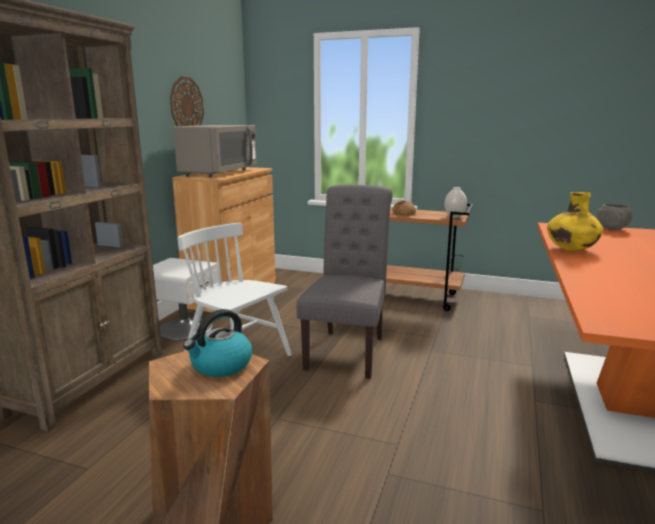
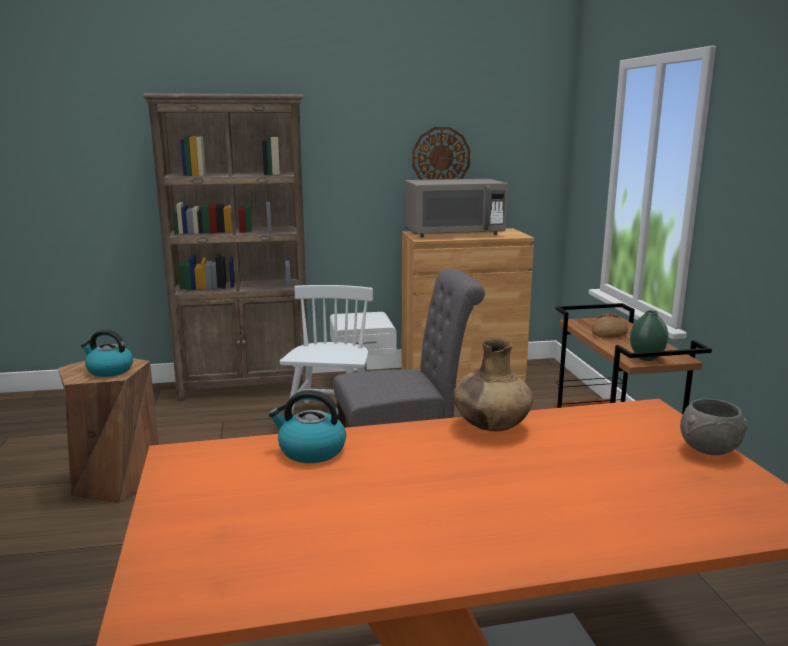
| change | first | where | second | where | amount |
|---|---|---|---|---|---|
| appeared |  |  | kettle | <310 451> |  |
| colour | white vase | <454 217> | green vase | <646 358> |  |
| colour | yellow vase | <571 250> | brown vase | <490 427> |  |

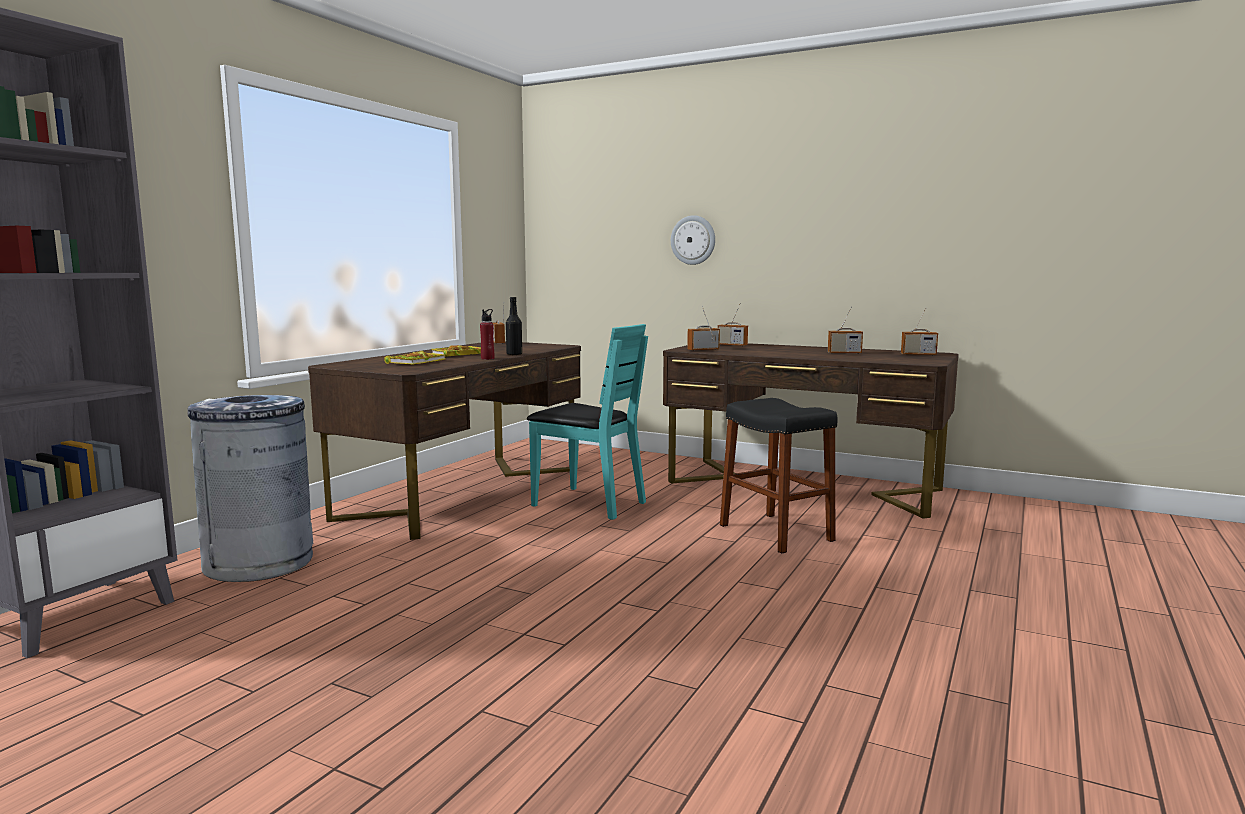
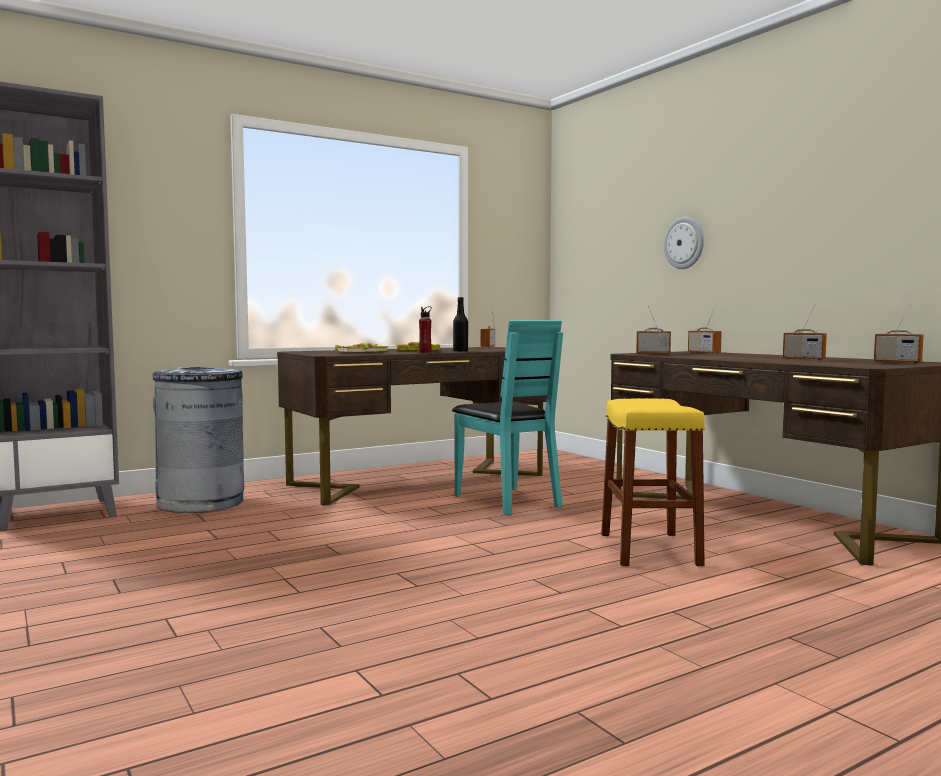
| change | first | where | second | where | amount |
|---|---|---|---|---|---|
| colour | black stool | <775 533> | yellow stool | <649 549> |  |

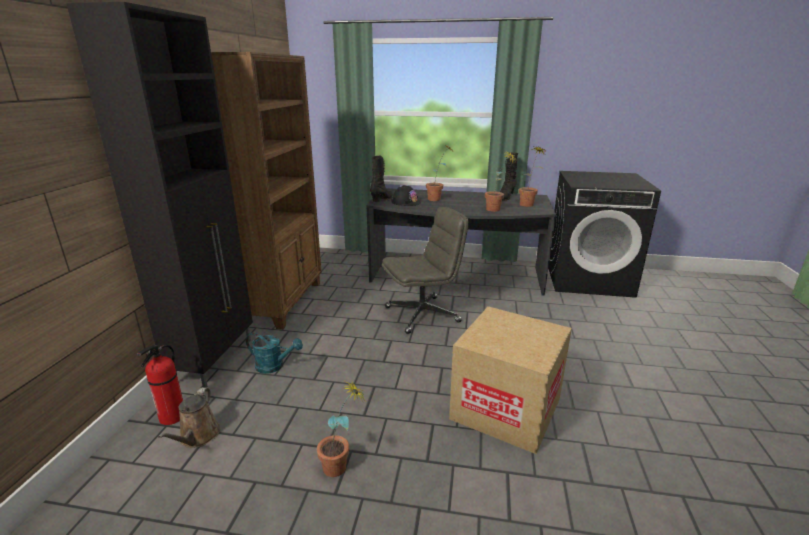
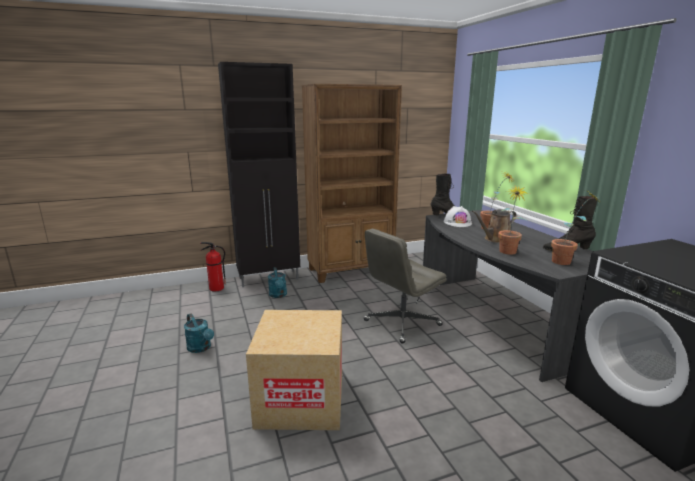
| change | first | where | second | where | amount |
|---|---|---|---|---|---|
| relocated | brown watering can | <198 437> |  | <495 239> |  |
| exchanged | potted plant | <342 466> | turquoise watering can | <201 348> |  |
| colour | black hard hat | <406 202> | white hard hat | <457 222> |  |
| spun | grey office chair | <423 314> |  | <401 323> | 105 degrees clockwise |

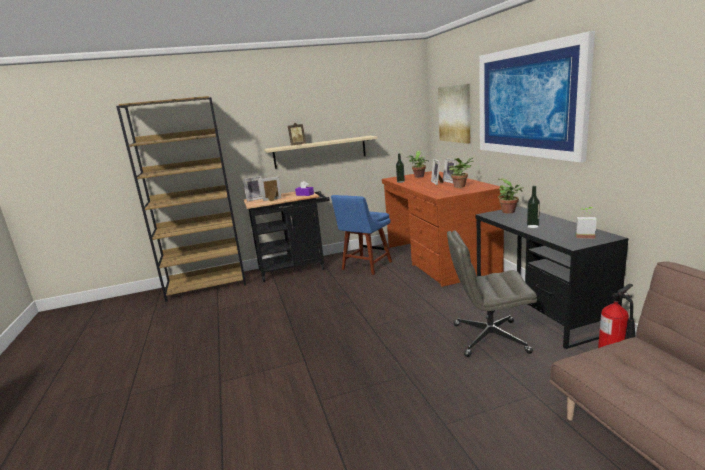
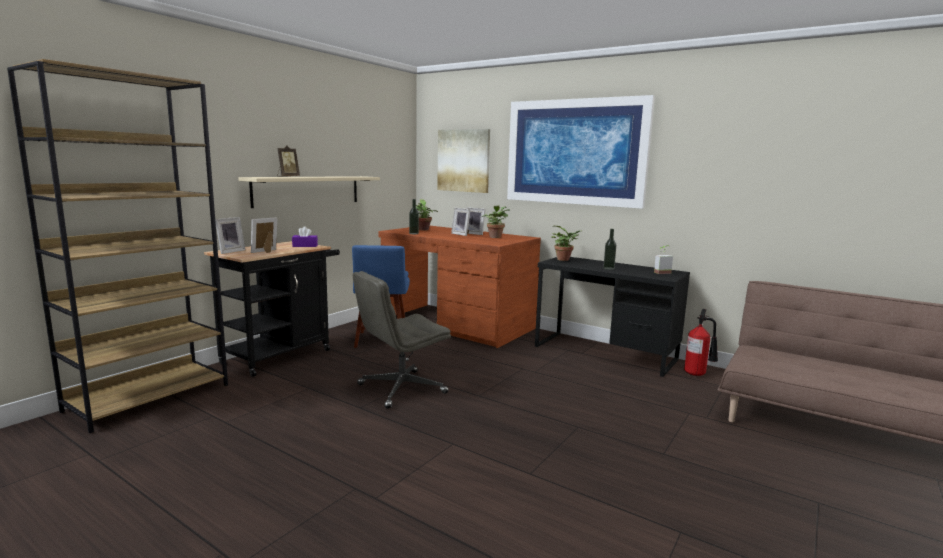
| change | first | where | second | where | amount |
|---|---|---|---|---|---|
| relocated | grey office chair | <489 338> |  | <401 389> |  |

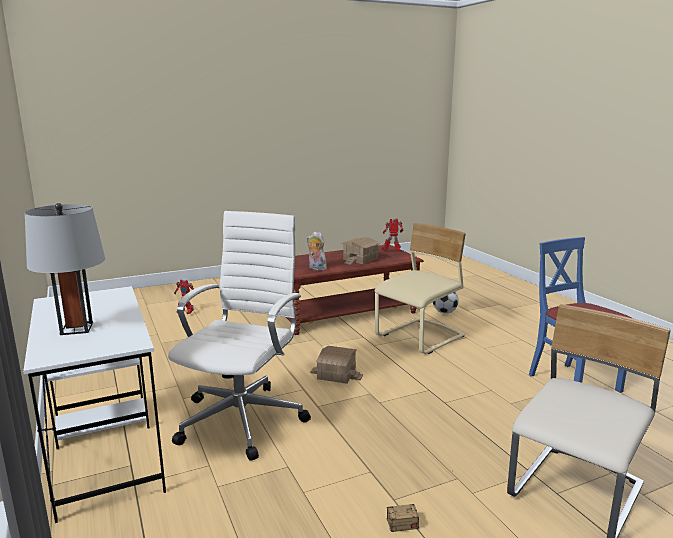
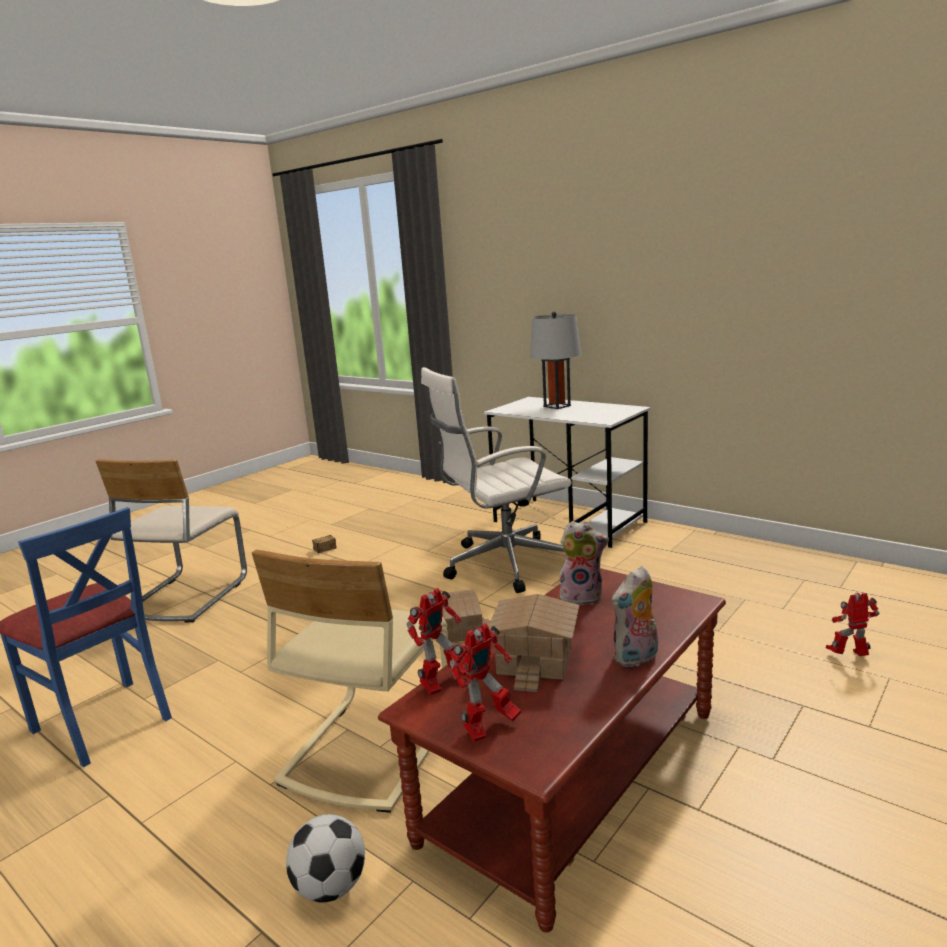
| change | first | where | second | where | amount |
|---|---|---|---|---|---|
| appeared |  |  | toy robot | <442 683> |  |
| appeared |  |  | plush toy | <636 658> |  |
| spun | white office chair | <244 418> |  | <503 564> | 75 degrees clockwise |

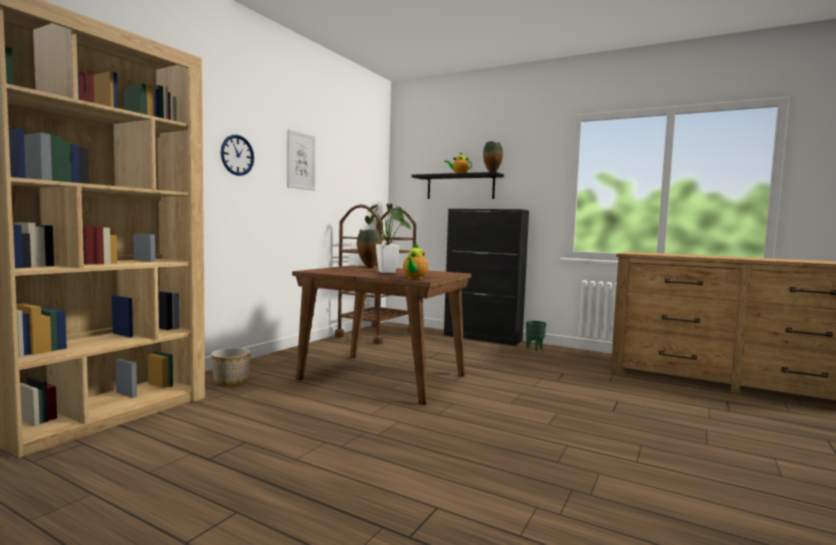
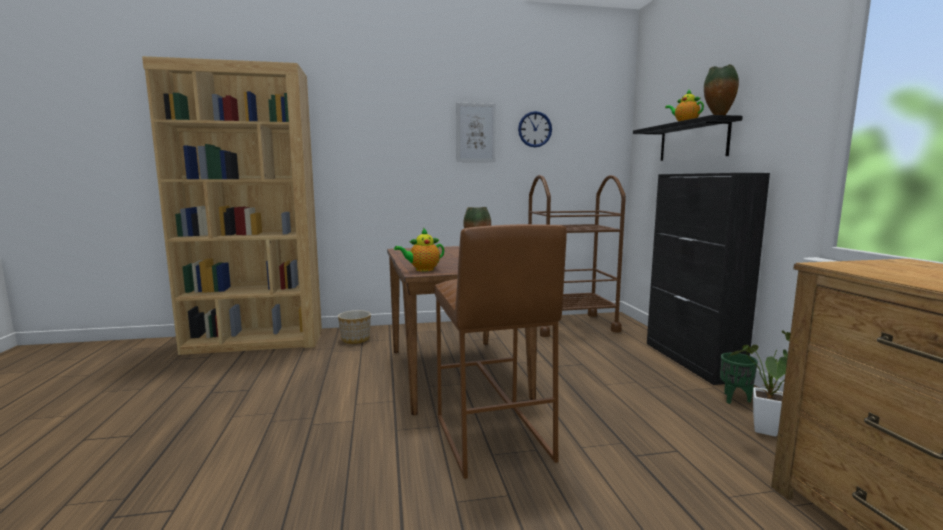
| change | first | where | second | where | amount |
|---|---|---|---|---|---|
| appeared |  |  | brown stool | <491 439> |  |
| relocated | wall clock | <237 155> |  | <535 129> |  |
| relocated | potted plant | <388 273> |  | <765 433> |  |

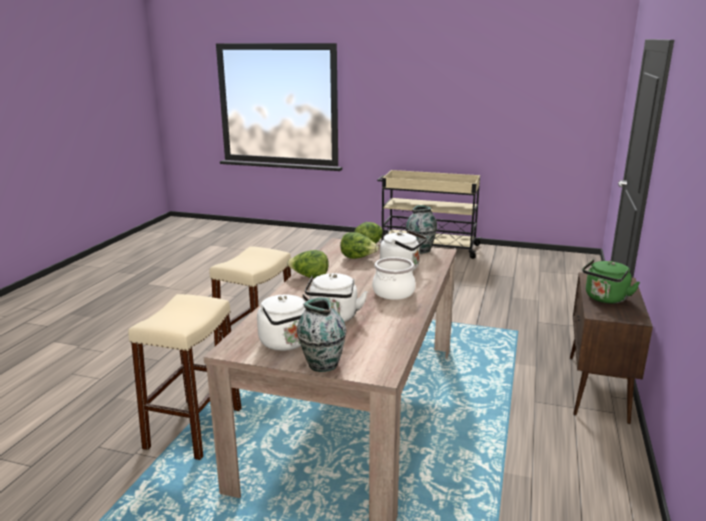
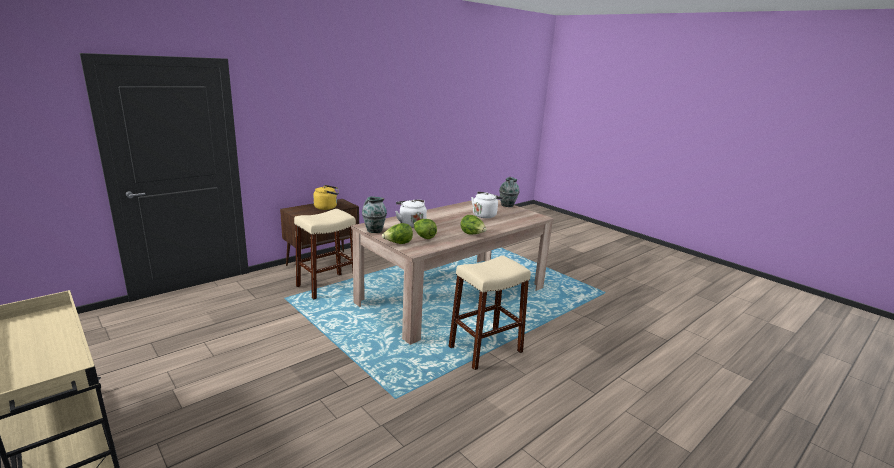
| change | first | where | second | where | amount |
|---|---|---|---|---|---|
| missing | white kettle | <287 343> |  |  |  |
| missing | cooking pot | <394 292> |  |  |  |
| relocated | beige stool | <194 428> |  | <327 286> |  |
| colour | green kettle | <605 299> | yellow kettle | <327 207> |  |

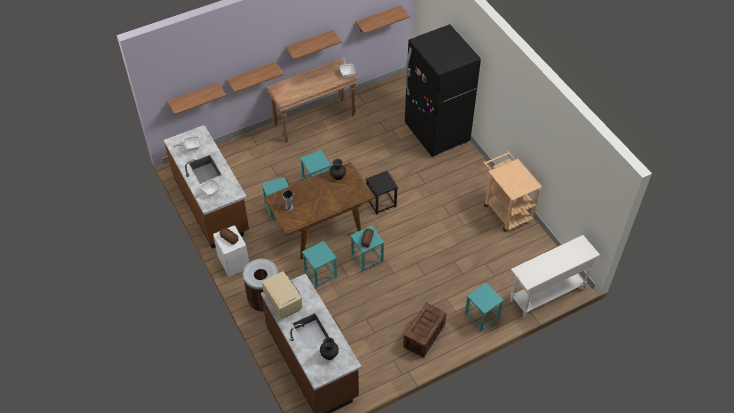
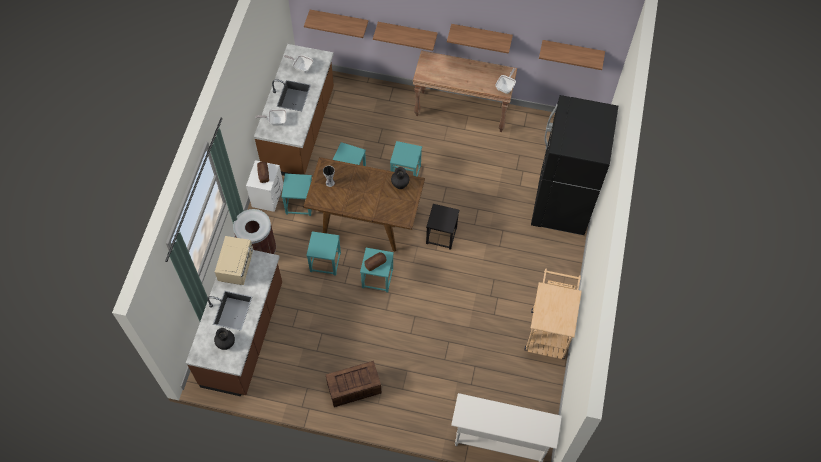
| change | first | where | second | where | amount |
|---|---|---|---|---|---|
| relocated | turquoise stool | <481 316> |  | <299 203> |  |

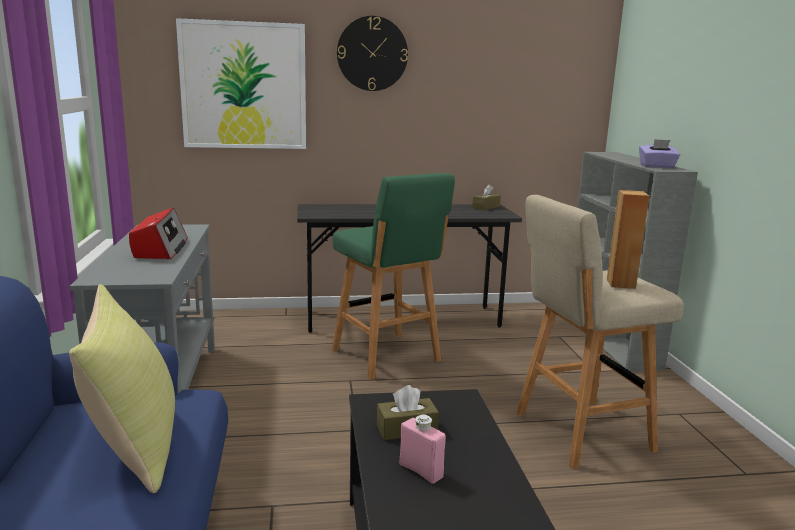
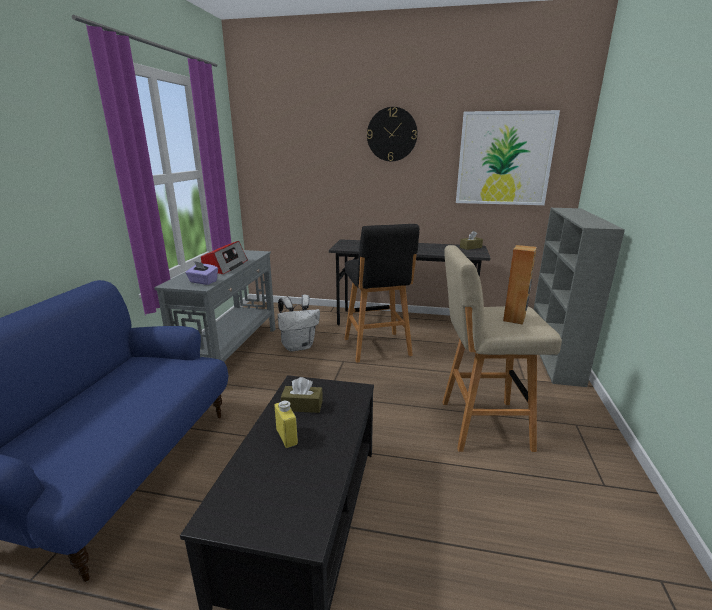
| change | first | where | second | where | amount |
|---|---|---|---|---|---|
| missing | yellow pillow | <134 445> |  |  |  |
| appeared |  |  | white backpack | <298 346> |  |
| relocated | picture | <244 86> |  | <504 159> |  |
| relocated | purple tissue box | <657 166> |  | <203 282> |  |
| colour | green stool | <387 357> | black stool | <377 348> |  |
| colour | pink bottle | <421 471> | yellow bottle | <287 437> |  |

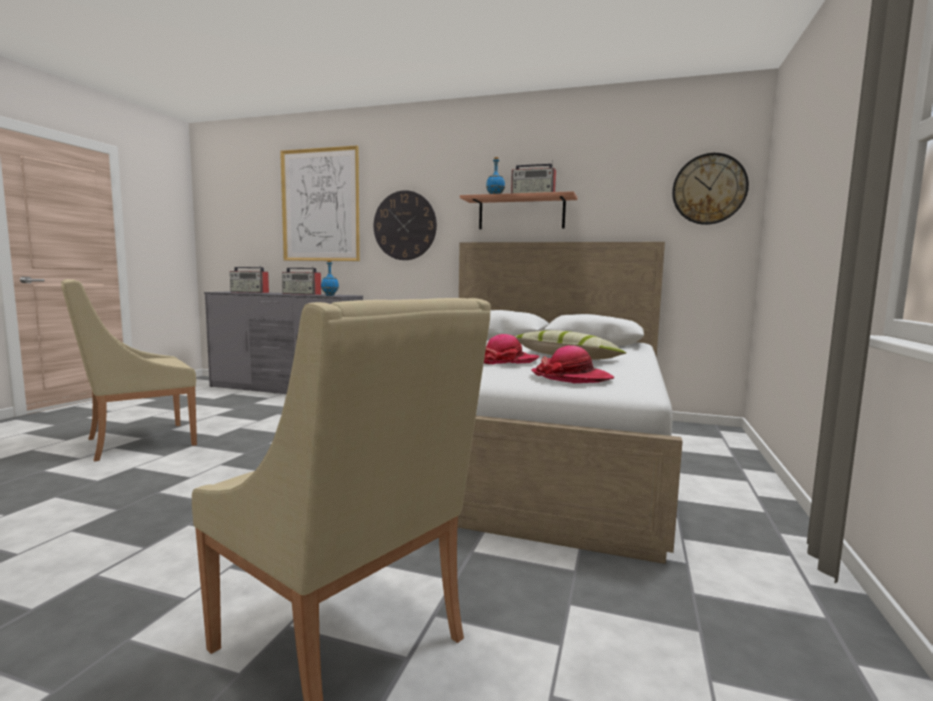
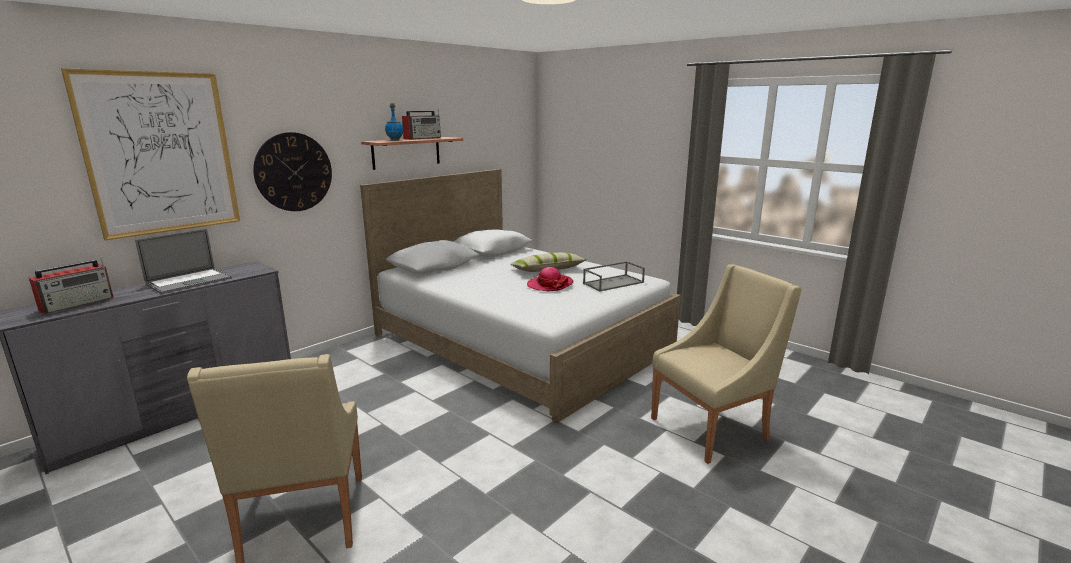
| change | first | where | second | where | amount |
|---|---|---|---|---|---|
| missing | blue bottle | <330 295> |  |  |  |
| missing | wall clock | <709 189> |  |  |  |
| exchanged | radio | <302 294> | laptop | <189 281> |  |
| exchanged | hat | <571 378> | grey tray | <613 282> |  |

